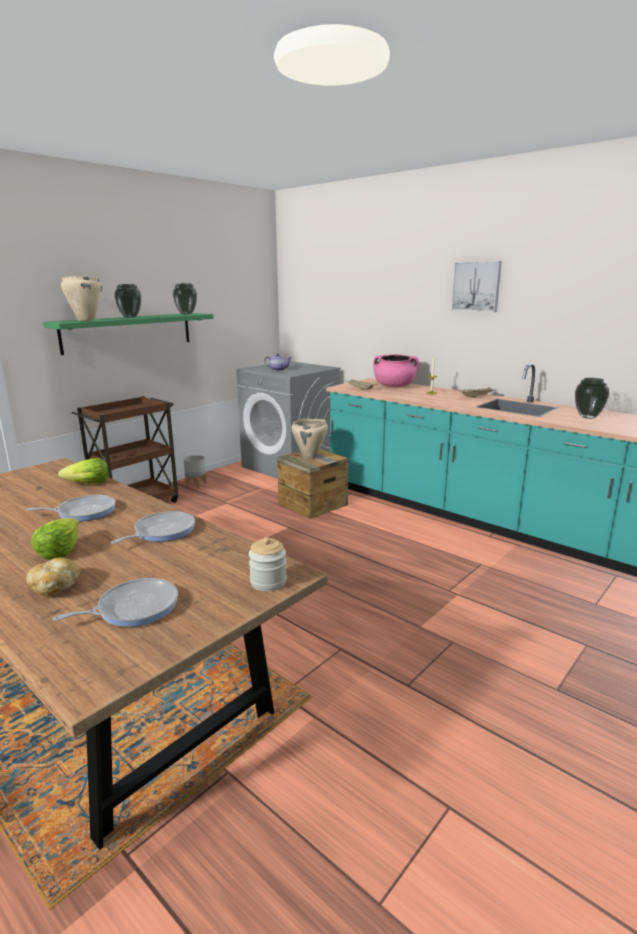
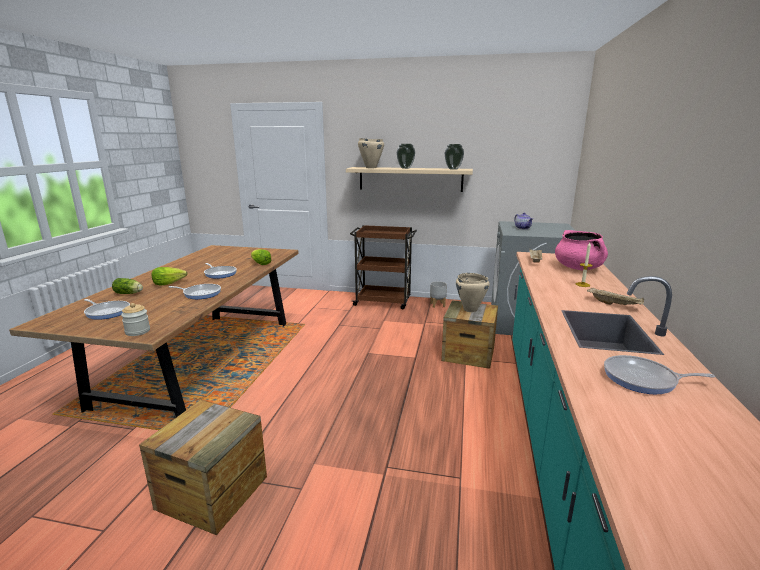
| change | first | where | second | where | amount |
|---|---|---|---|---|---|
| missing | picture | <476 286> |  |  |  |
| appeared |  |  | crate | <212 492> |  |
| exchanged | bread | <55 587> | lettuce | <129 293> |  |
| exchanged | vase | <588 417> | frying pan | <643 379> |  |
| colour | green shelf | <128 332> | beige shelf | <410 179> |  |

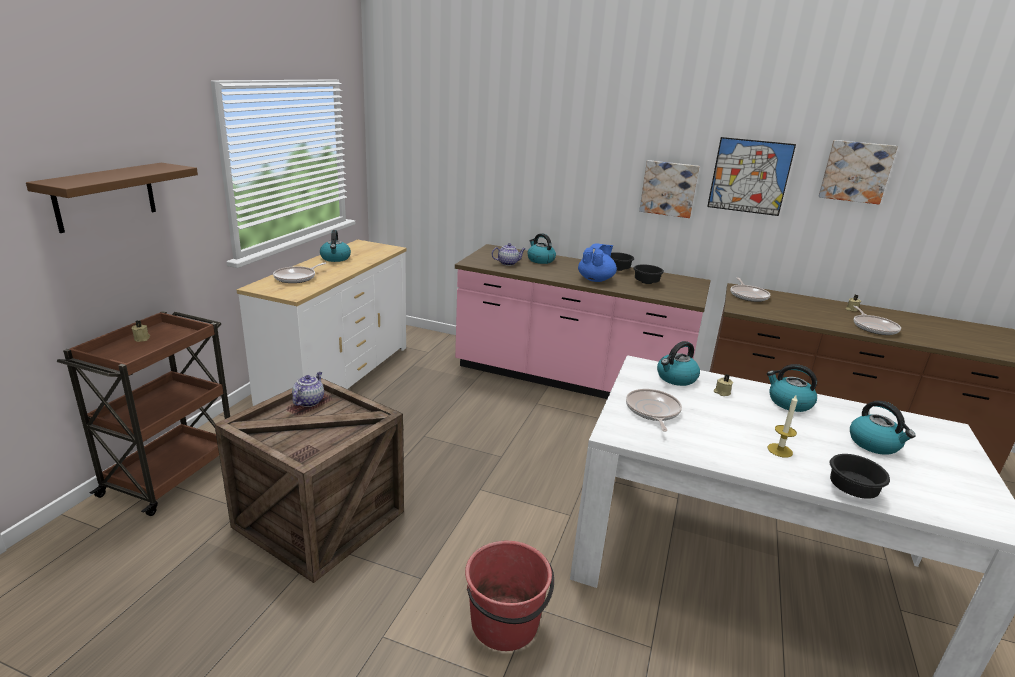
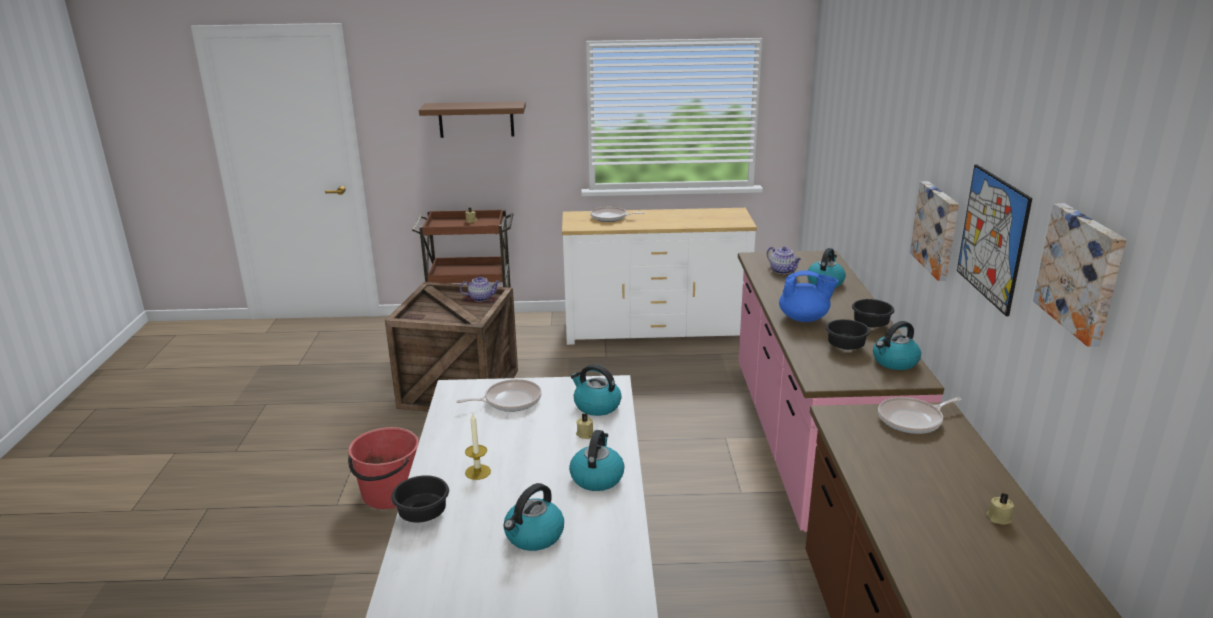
| change | first | where | second | where | amount |
|---|---|---|---|---|---|
| missing | frying pan | <873 327> |  |  |  |
| relocated | kettle | <335 258> |  | <894 362> |  |

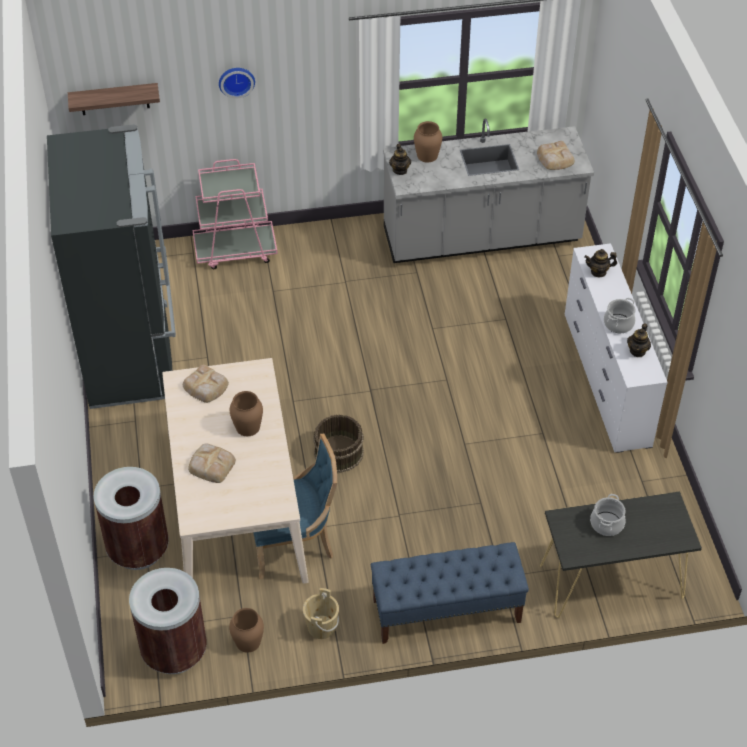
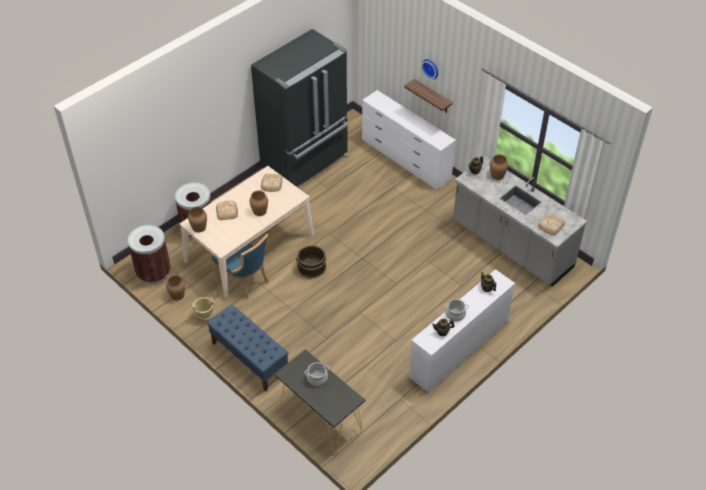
| change | first | where | second | where | amount |
|---|---|---|---|---|---|
| appeared |  |  | brown vase | <199 227> |  |
| relocated | shelf | <114 99> |  | <432 96> |  |
| exchanged | pink cart | <236 250> | white dresser | <405 160> |  |

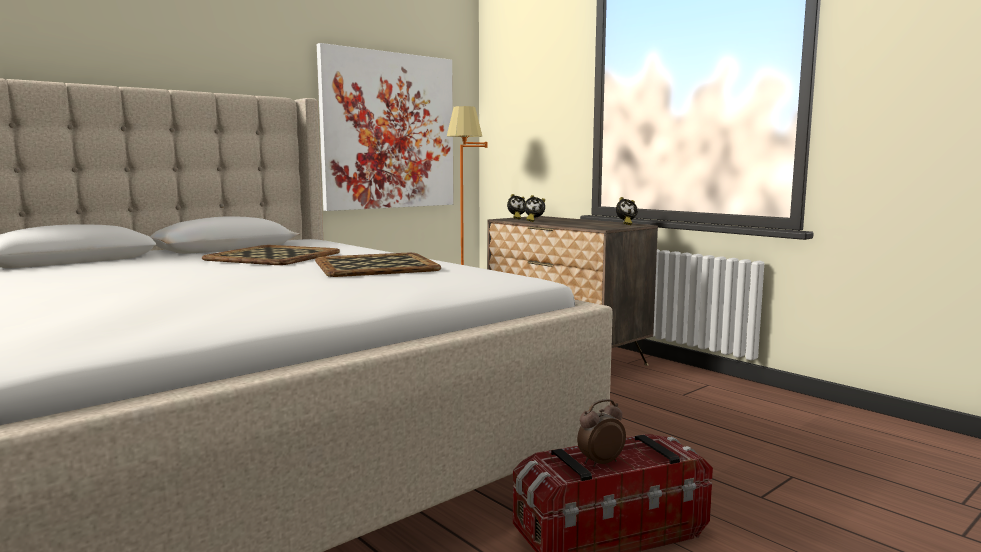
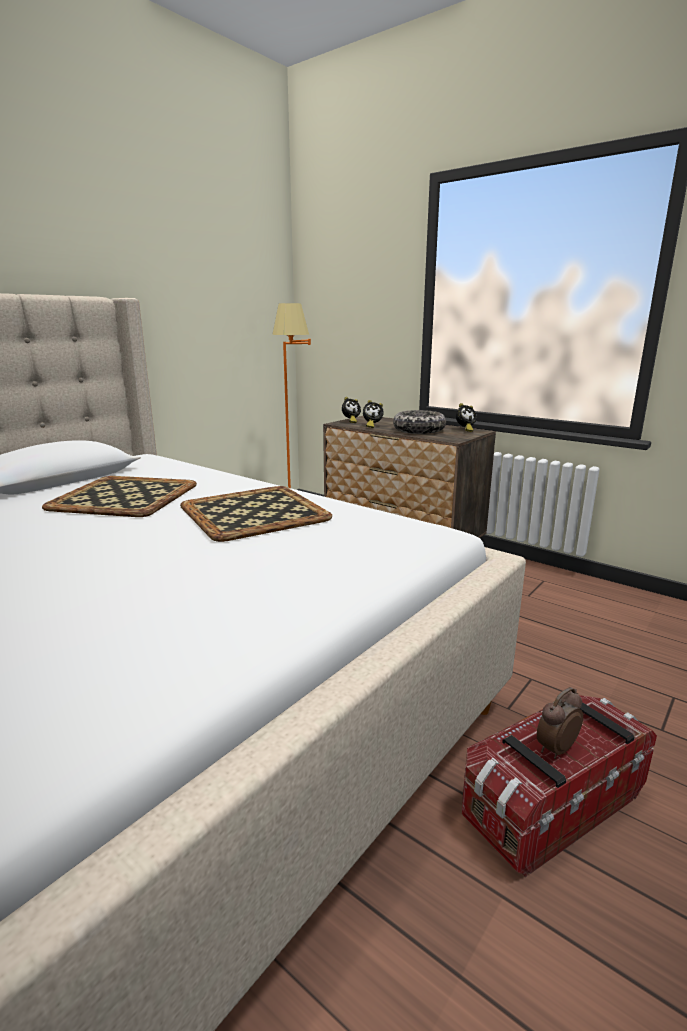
| change | first | where | second | where | amount |
|---|---|---|---|---|---|
| missing | picture | <389 131> |  |  |  |
| appeared |  |  | bowl | <419 430> |  |

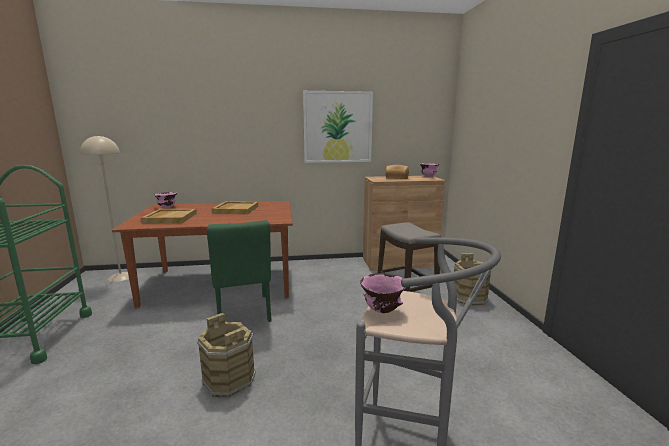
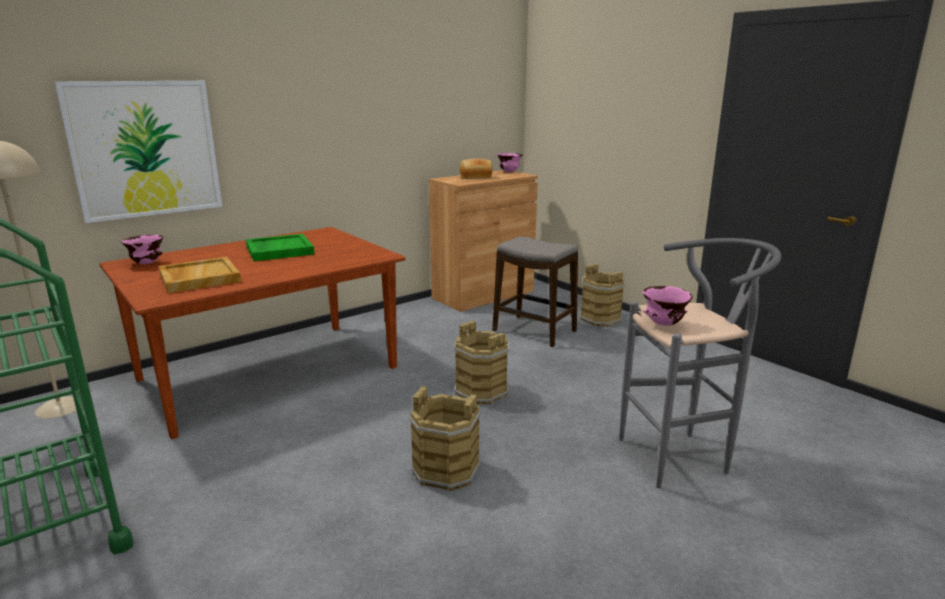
| change | first | where | second | where | amount |
|---|---|---|---|---|---|
| missing | green chair | <243 314> |  |  |  |
| appeared |  |  | brown bucket | <481 391> |  |
| relocated | picture | <337 127> |  | <145 149> |  |
| colour | beige tray | <235 209> | green tray | <279 250> |  |

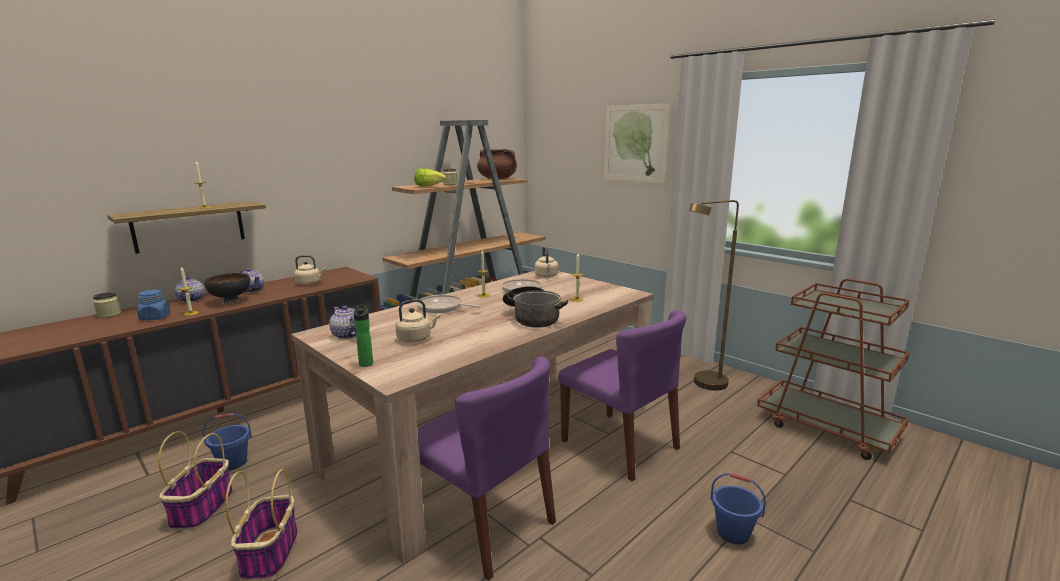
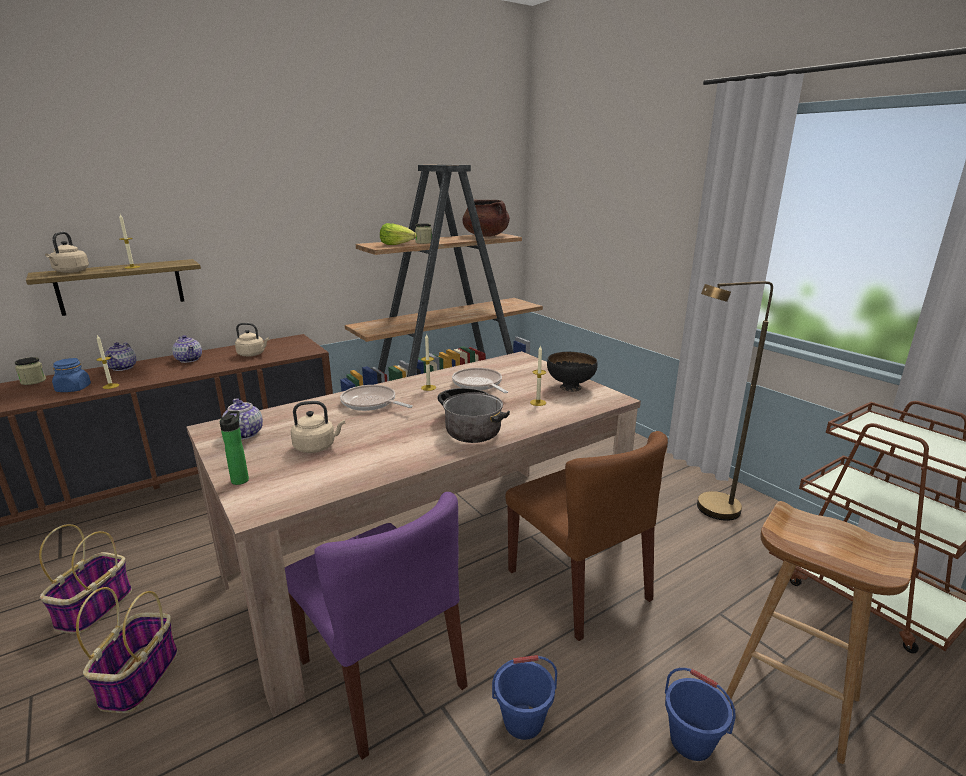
| change | first | where | second | where | amount |
|---|---|---|---|---|---|
| missing | picture | <635 143> |  |  |  |
| appeared |  |  | brown stool | <789 698> |  |
| relocated | blue bucket | <232 463> |  | <523 721> |  |
| relocated | black bowl | <230 301> |  | <570 387> |  |
| relocated | beige kettle | <546 276> |  | <70 271> |  |
| colour | purple chair | <620 445> | brown chair | <579 585> |  |

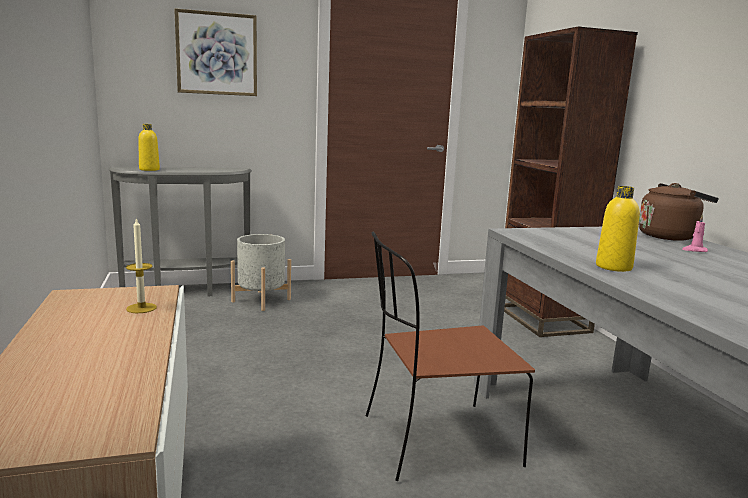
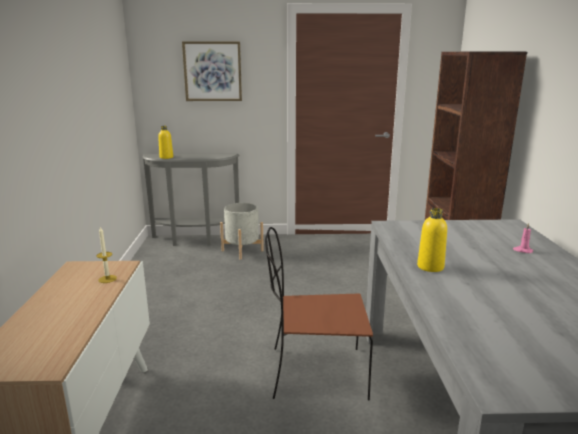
| change | first | where | second | where | amount |
|---|---|---|---|---|---|
| missing | brown kettle | <669 236> |  |  |  |

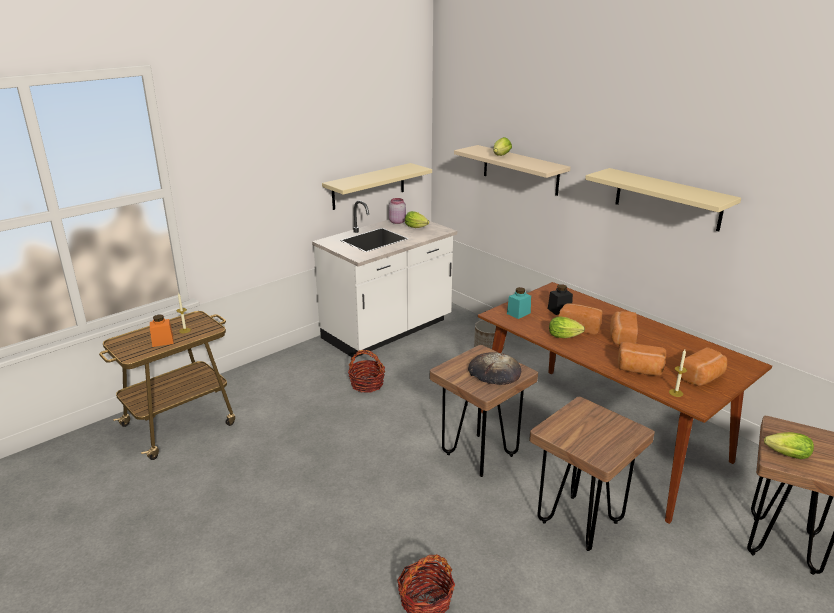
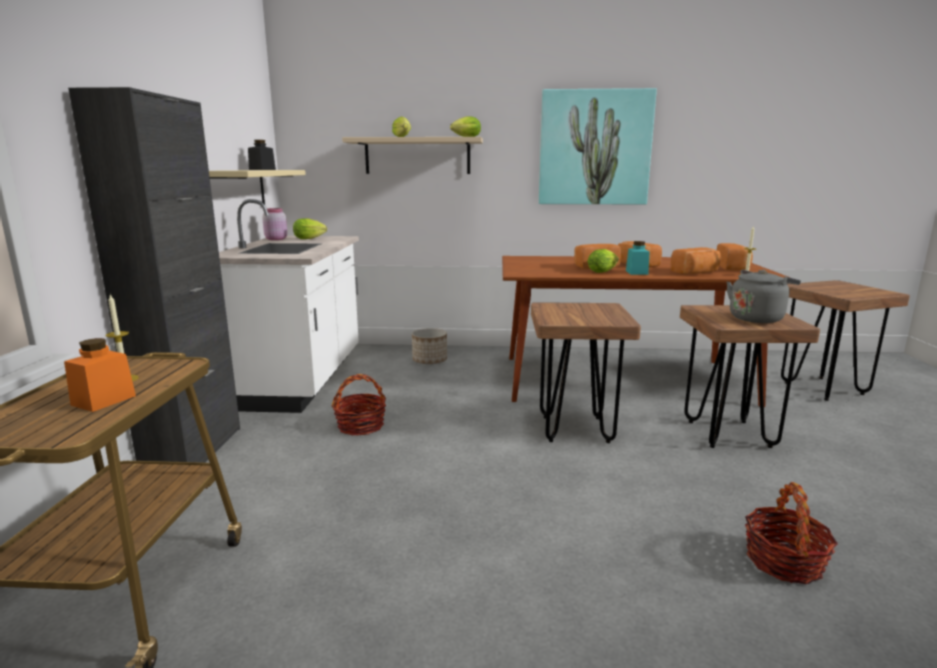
| change | first | where | second | where | amount |
|---|---|---|---|---|---|
| missing | bread | <494 372> |  |  |  |
| appeared |  |  | black cabinet | <194 451> |  |
| appeared |  |  | grey kettle | <757 318> |  |
| relocated | turquoise jar | <518 313> |  | <636 272> |  |
| relocated | black jar | <559 310> |  | <262 169> |  |
| relocated | lettuce | <784 455> |  | <465 137> |  |
| exchanged | beige shelf | <667 199> | picture | <594 148> |  |

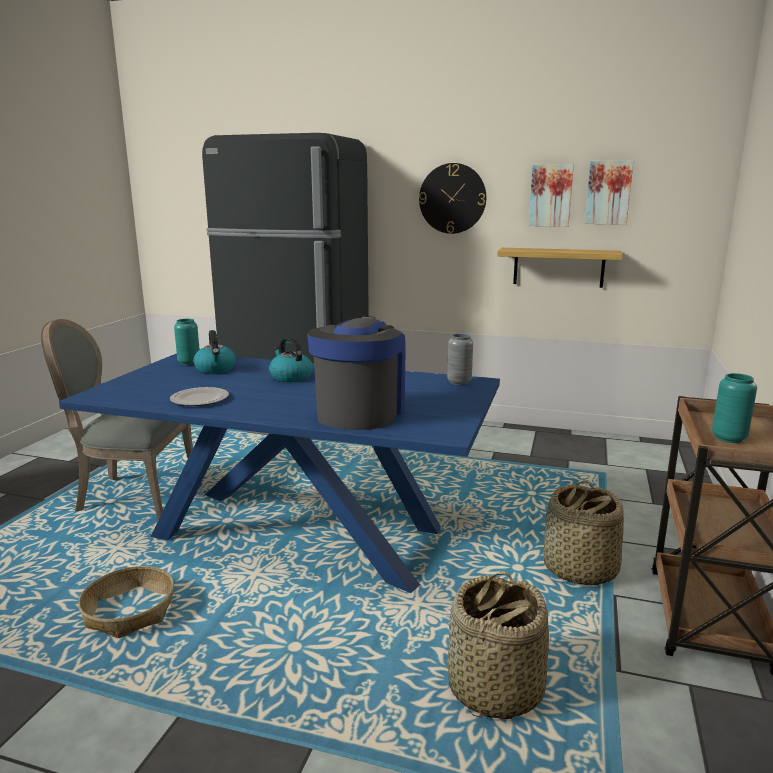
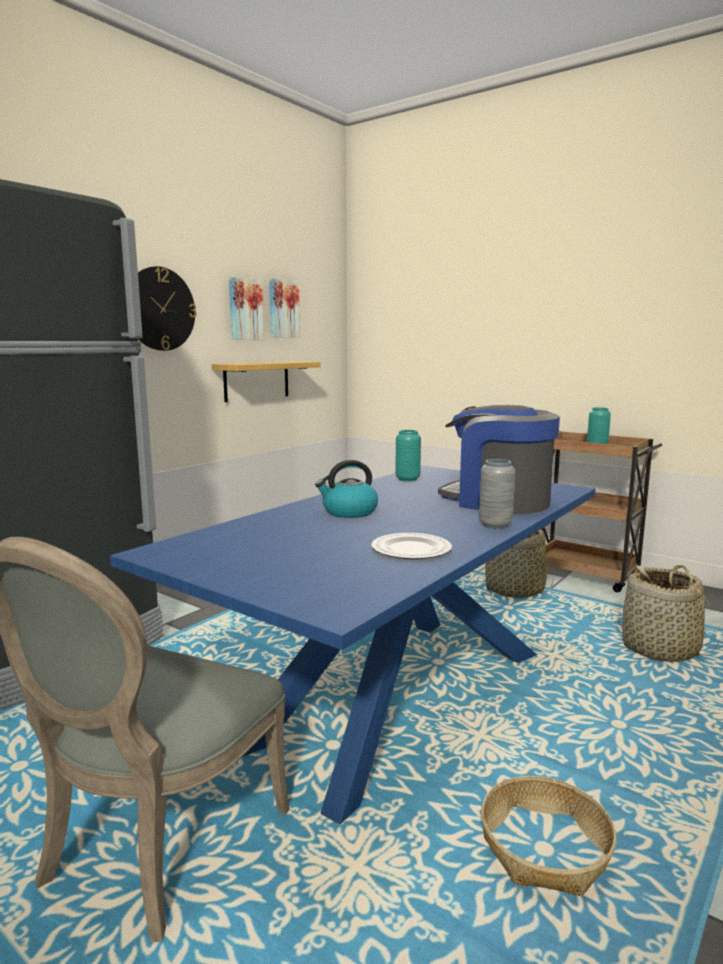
| change | first | where | second | where | amount |
|---|---|---|---|---|---|
| missing | kettle | <216 369> |  |  |  |
| relocated | turquoise vase | <189 363> |  | <407 479> |  |
| relocated | grey vase | <459 382> |  | <495 525> |  |

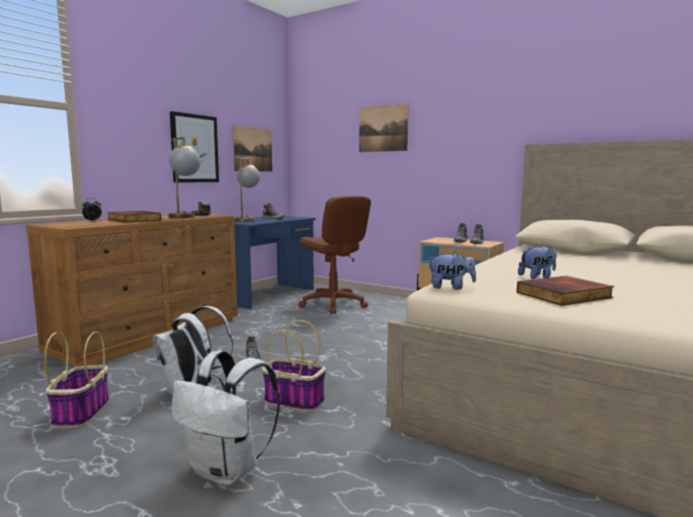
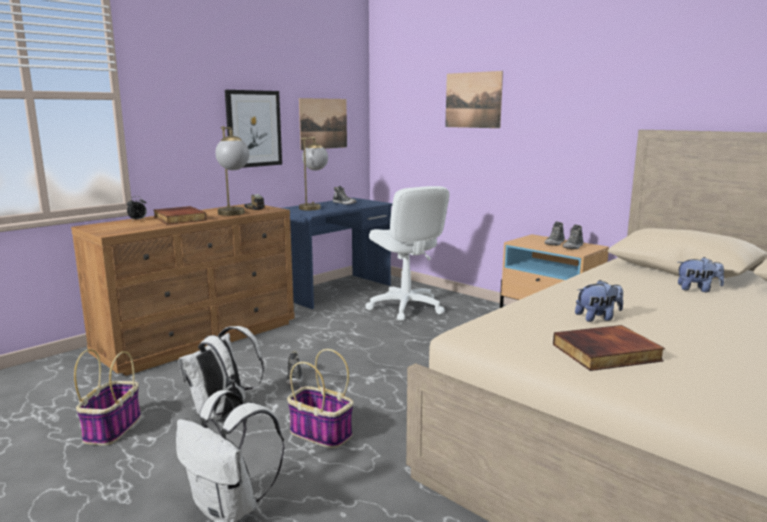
| change | first | where | second | where | amount |
|---|---|---|---|---|---|
| relocated | plush toy | <450 287> |  | <697 289> |  |
| colour | brown office chair | <333 304> | white office chair | <405 307> |  |

